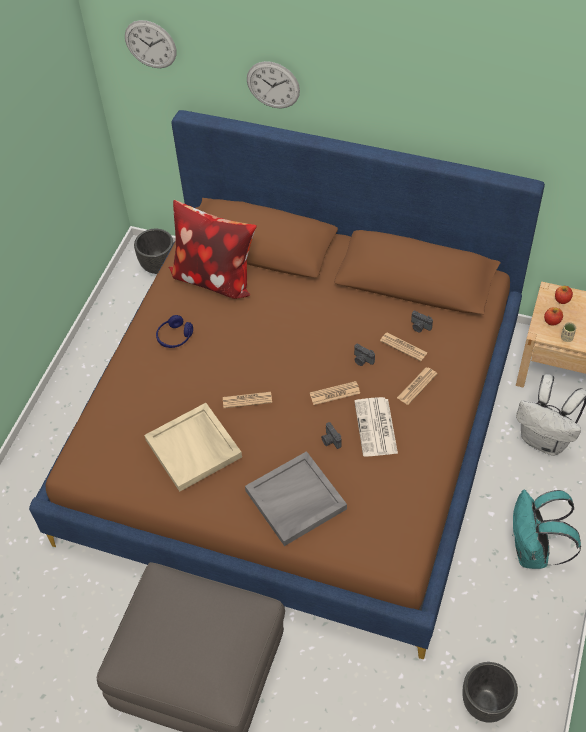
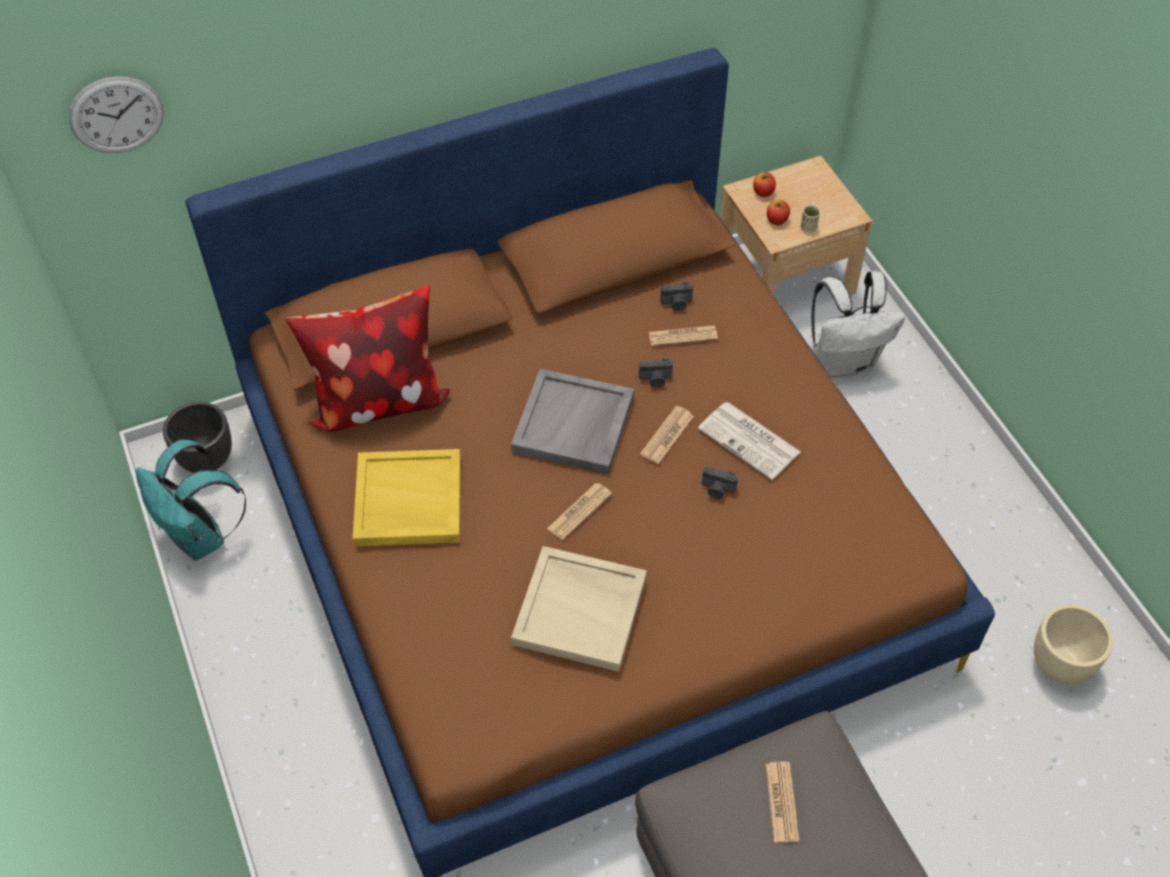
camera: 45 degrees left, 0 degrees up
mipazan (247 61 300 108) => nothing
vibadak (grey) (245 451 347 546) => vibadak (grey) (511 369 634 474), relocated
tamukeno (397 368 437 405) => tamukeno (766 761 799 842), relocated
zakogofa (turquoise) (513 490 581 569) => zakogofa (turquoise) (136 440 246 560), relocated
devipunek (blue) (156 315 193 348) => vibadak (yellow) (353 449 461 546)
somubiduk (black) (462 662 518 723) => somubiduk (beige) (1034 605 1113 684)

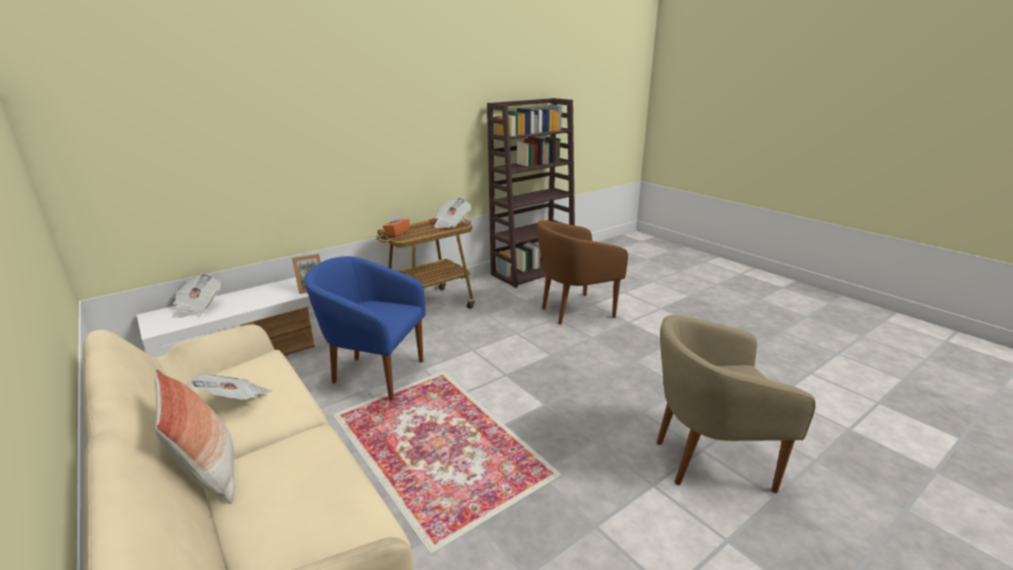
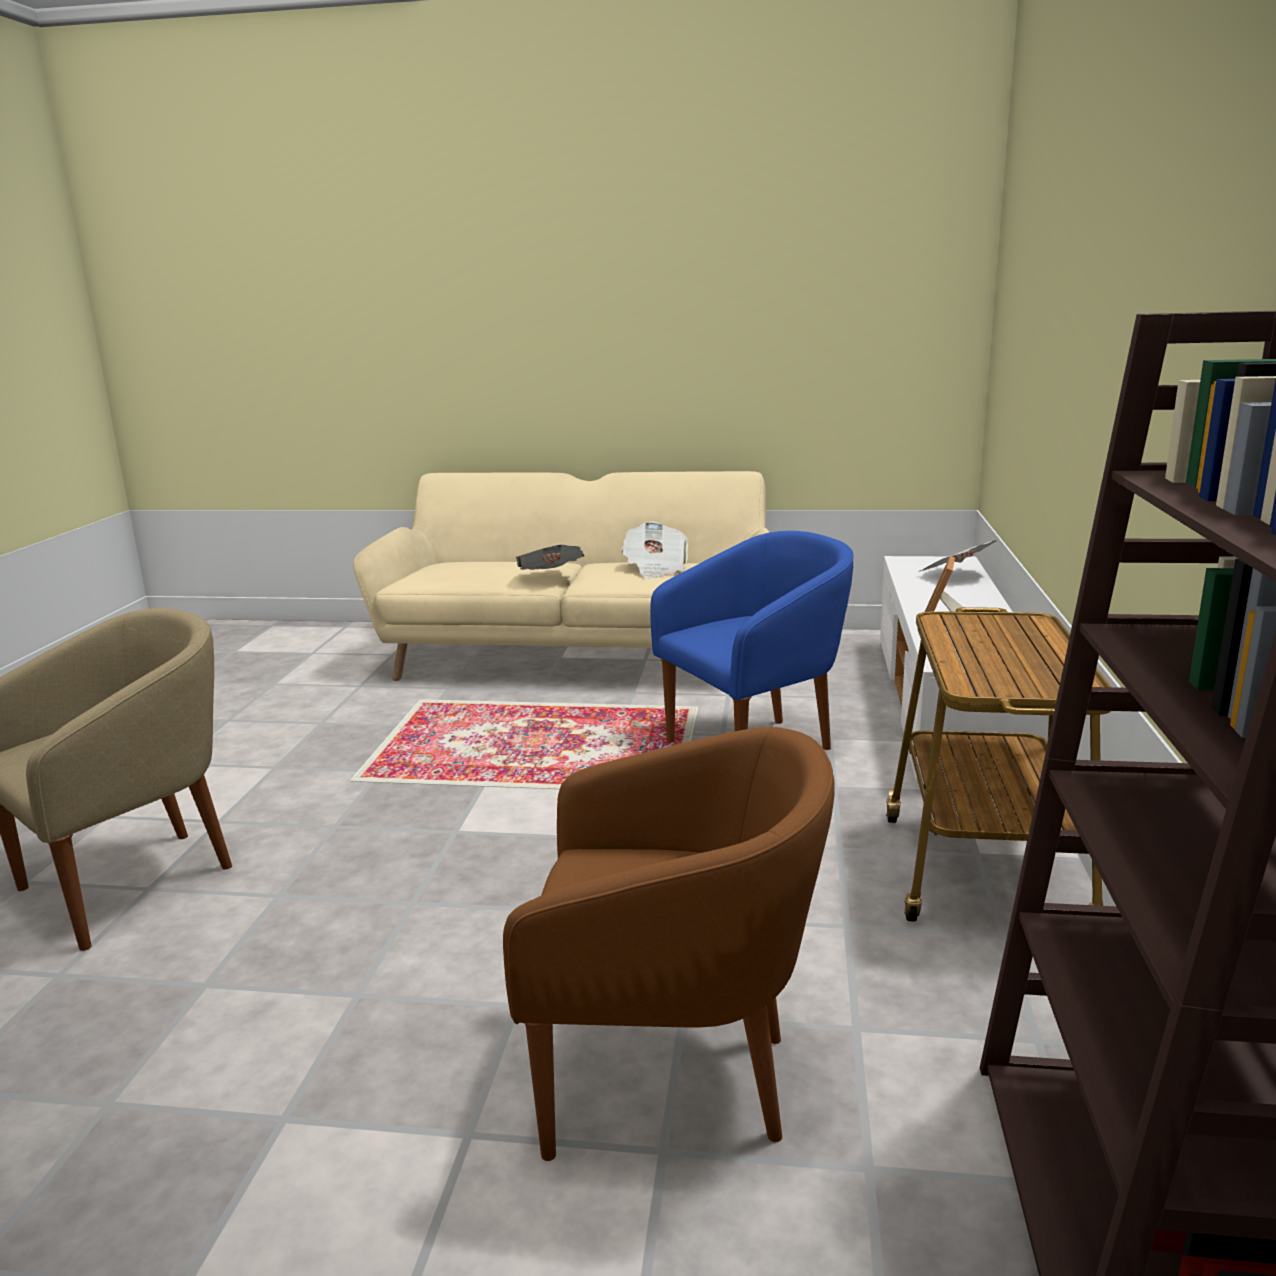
camera: 135 degrees right, 5 degrees down
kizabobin (155 369 234 504) => nothing
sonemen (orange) (383 214 410 237) => nothing
tamukeno (434 197 471 228) => tamukeno (516 545 584 570), relocated
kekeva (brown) (537 220 628 324) => kekeva (brown) (503 727 835 1161), 75 degrees clockwise

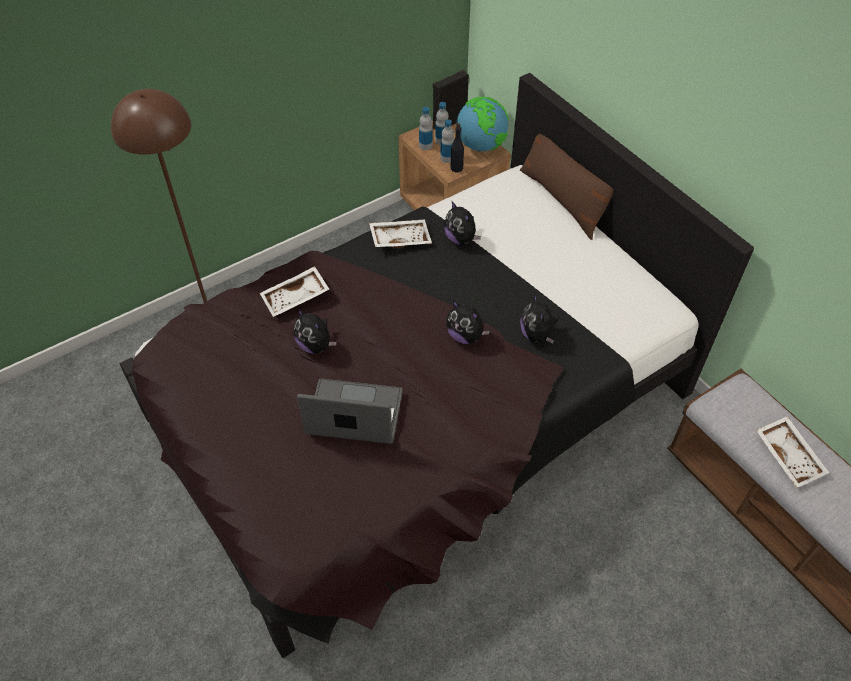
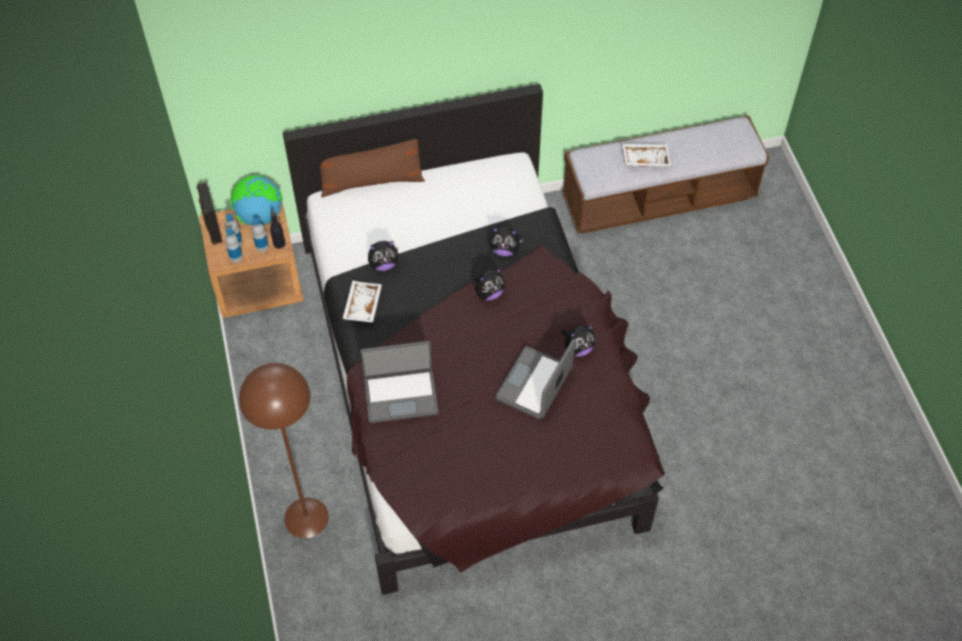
camera: 70 degrees left, 5 degrees up
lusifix (294 309 337 354) => lusifix (562 325 596 357), relocated
vibadak (white) (260 266 330 317) => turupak (360 341 438 423)

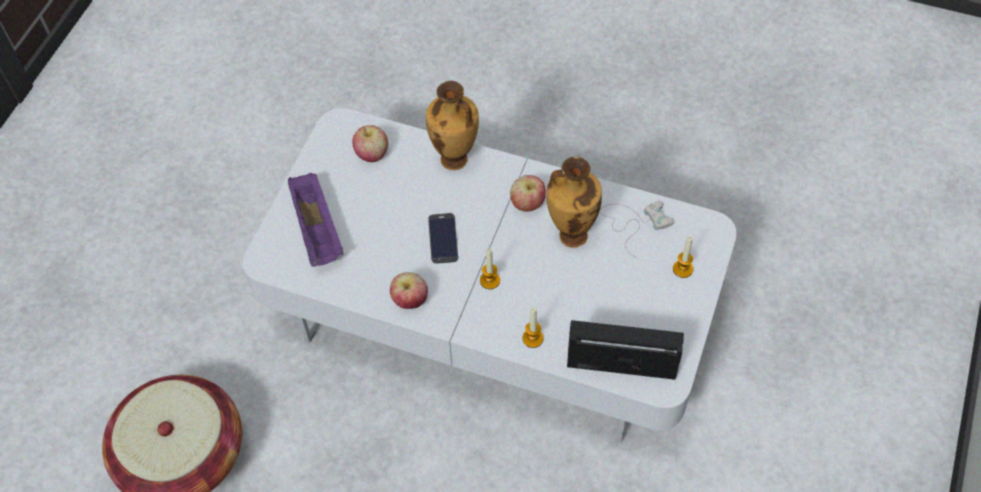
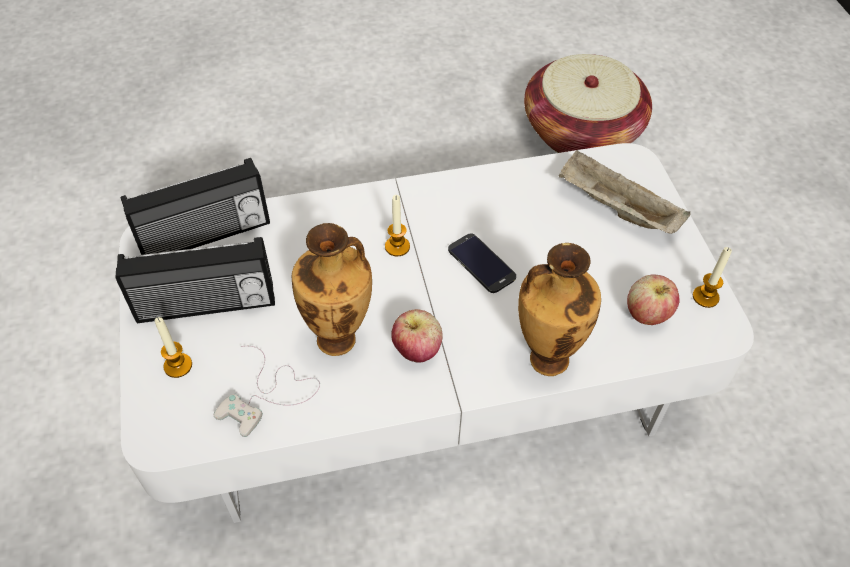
camera: 145 degrees right, 5 degrees down
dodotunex (390 272 428 309) => nothing
nothing => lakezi (115 237 275 323)
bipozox (523 307 543 348) => bipozox (693 247 732 308), relocated
vibadak (purple) (288 173 343 267) => vibadak (beige) (558 150 690 234)

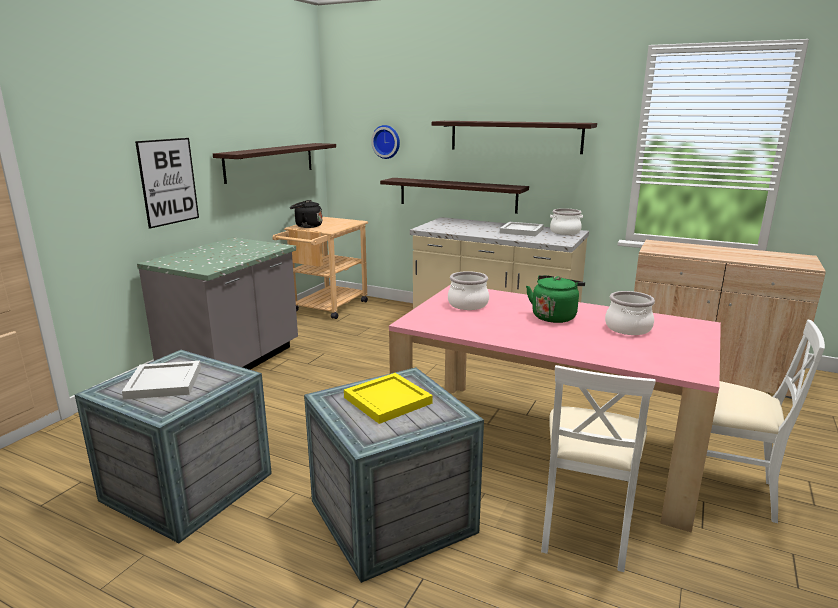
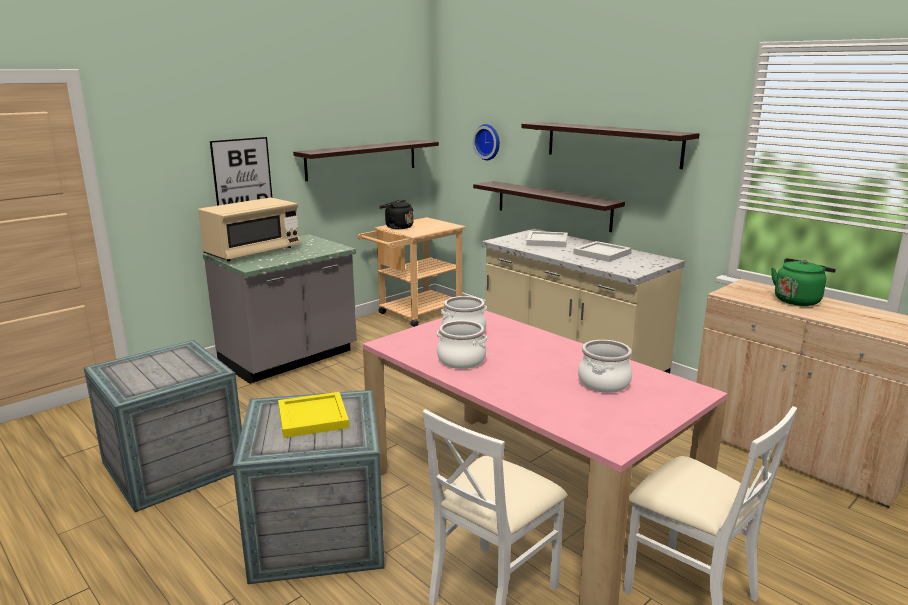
camera: 20 degrees right, 0 degrees up
nothing => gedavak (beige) (198 198 301 261)
vibadak (white) (122 361 201 400) => vibadak (white) (526 231 567 247), relocated
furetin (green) (526 275 585 323) => furetin (green) (771 258 836 306), relocated
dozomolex (550 208 583 235) => dozomolex (437 320 487 369), relocated

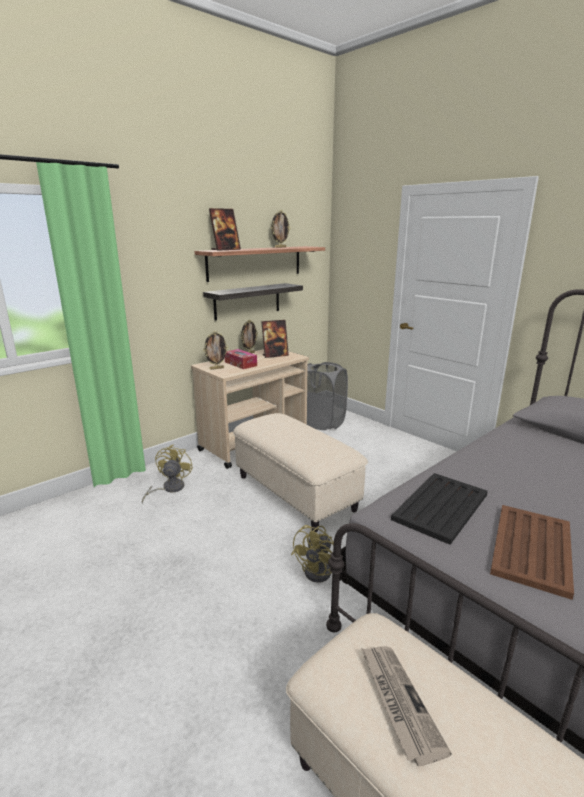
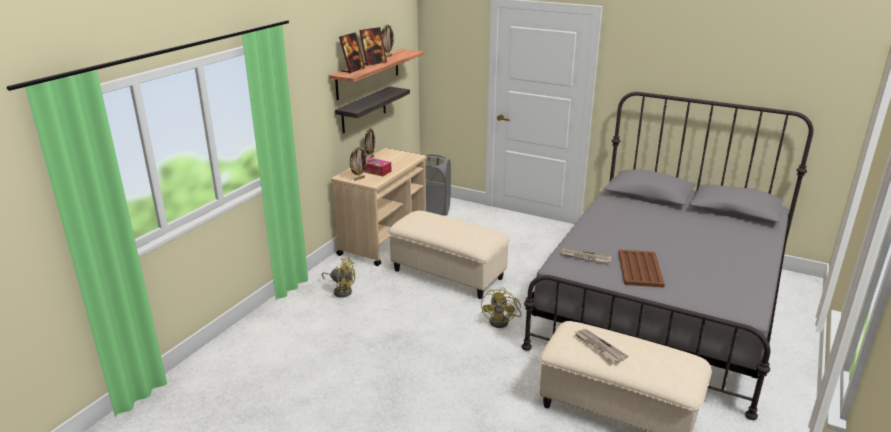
camera: 20 degrees left, 5 degrees up
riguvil (261 320 289 358) => riguvil (359 27 387 66), relocated
vibadak (black) (391 473 488 545) => tamukeno (561 248 612 263)
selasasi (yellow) (142 444 193 504) => selasasi (yellow) (322 258 355 298), 120 degrees clockwise

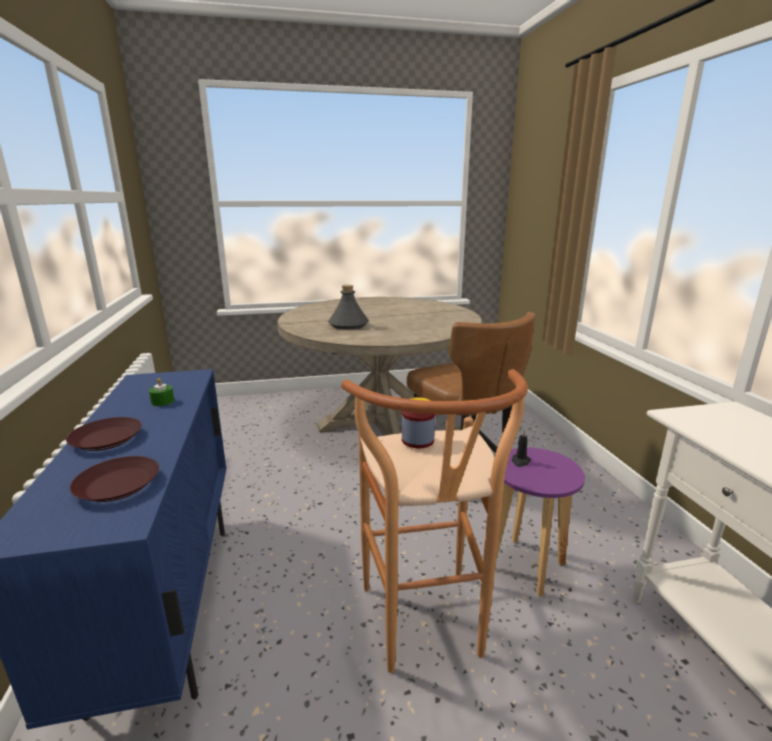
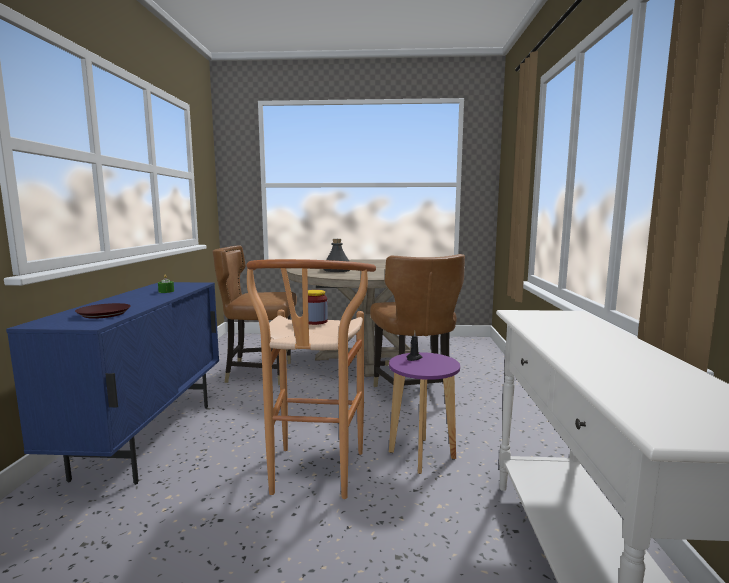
camera: 15 degrees right, 10 degrees down
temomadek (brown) (66 417 142 451) => nothing
nothing => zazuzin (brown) (212 245 297 385)

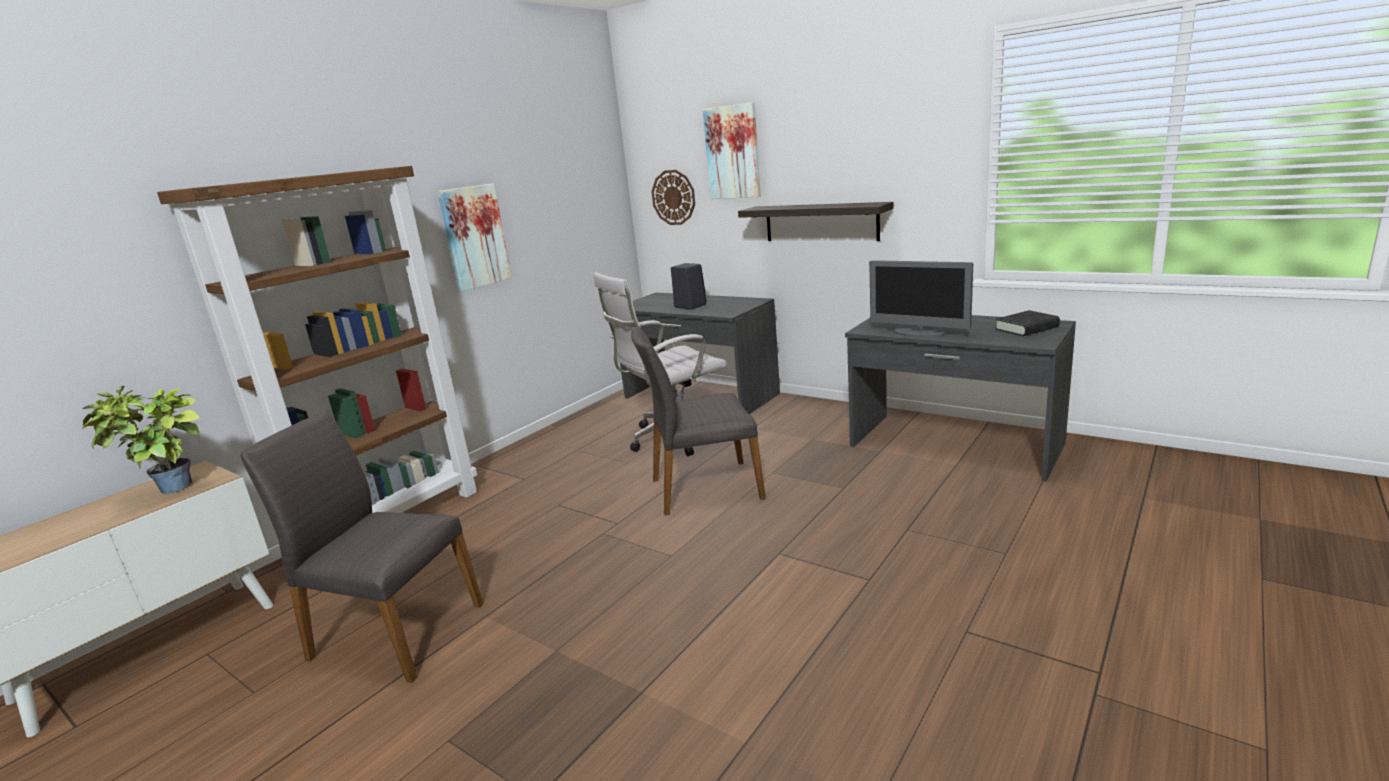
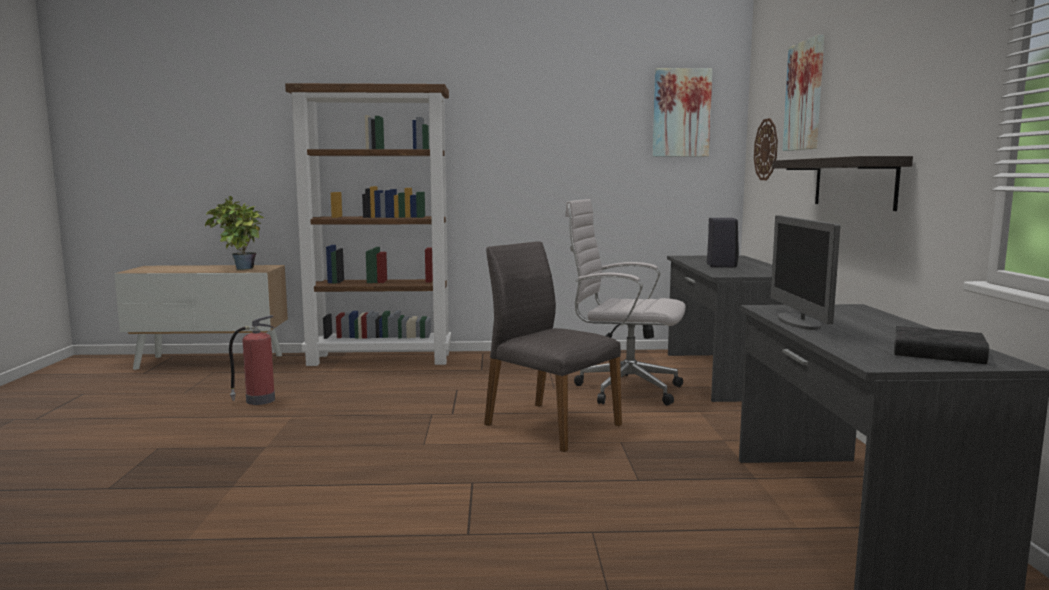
camera: 50 degrees right, 10 degrees down
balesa (437 183 512 292) => balesa (652 68 712 157), relocated
zazuzin (grey) (240 412 483 683) => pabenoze (229 315 275 405)

